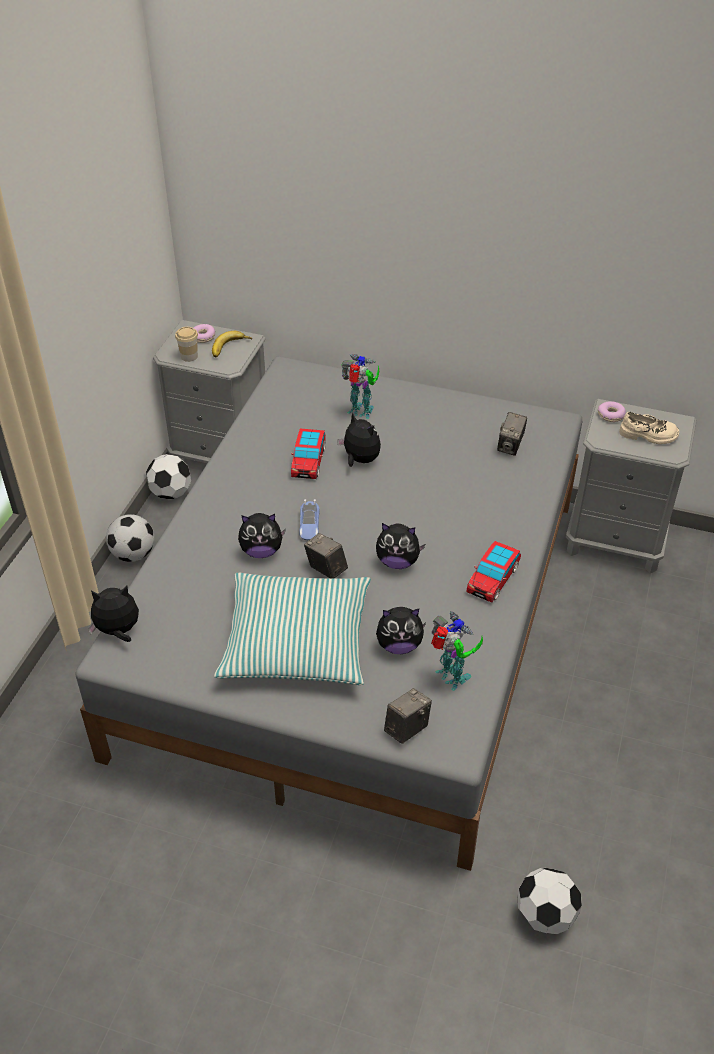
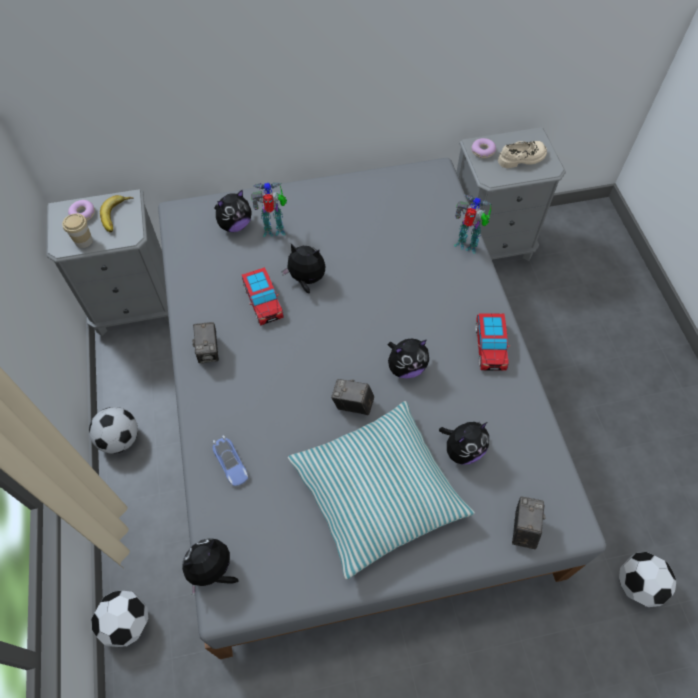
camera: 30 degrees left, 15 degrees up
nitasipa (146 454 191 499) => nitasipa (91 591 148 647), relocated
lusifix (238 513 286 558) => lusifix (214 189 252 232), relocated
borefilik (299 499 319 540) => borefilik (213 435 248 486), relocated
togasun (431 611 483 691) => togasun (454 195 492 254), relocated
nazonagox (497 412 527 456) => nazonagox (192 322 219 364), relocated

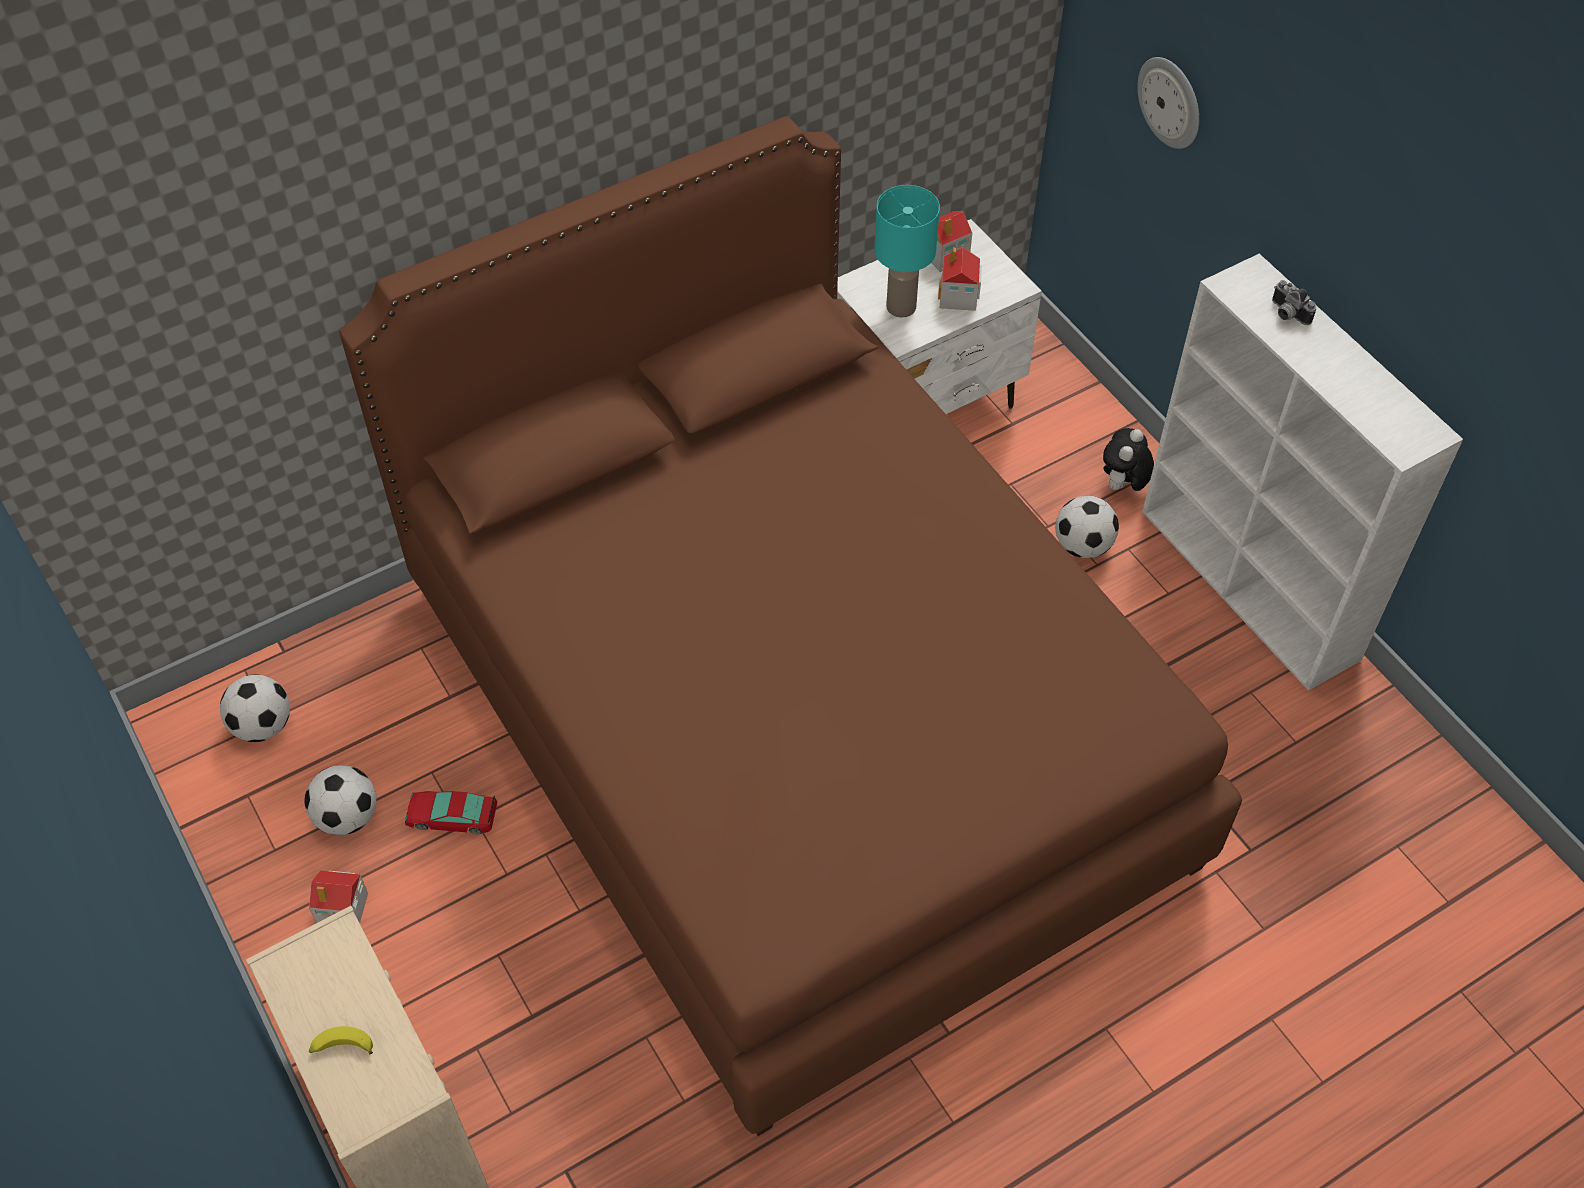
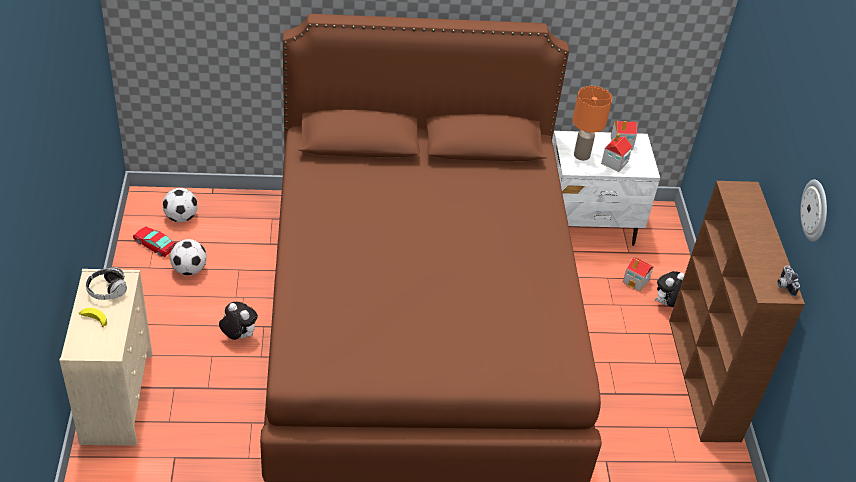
camera: 25 degrees right, 10 degrees down
nitasipa (1055 496 1119 558) => nothing
nothing => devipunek (86 267 127 300)
nothing => lusifix (219 302 258 340)
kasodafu (309 871 368 923) => kasodafu (623 257 653 291), relocated
borefilik (405 791 497 835) => borefilik (133 226 176 257), relocated
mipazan (1137 57 1199 149) => mipazan (800 179 827 242), relocated
nazonagox (1272 280 1317 325) => nazonagox (777 265 800 296), relocated
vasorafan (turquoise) (874 185 940 318) => vasorafan (orange) (573 86 612 161)
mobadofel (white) (1142 254 1463 691) => mobadofel (brown) (669 181 805 442)

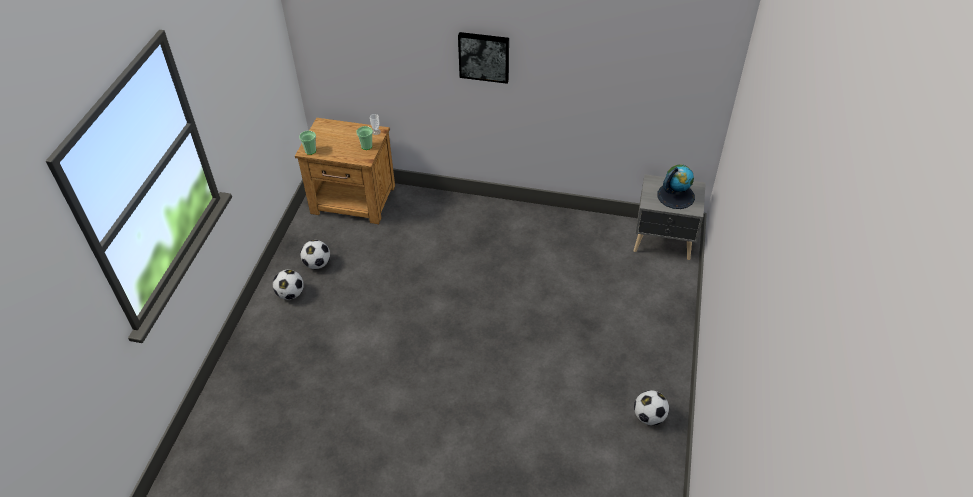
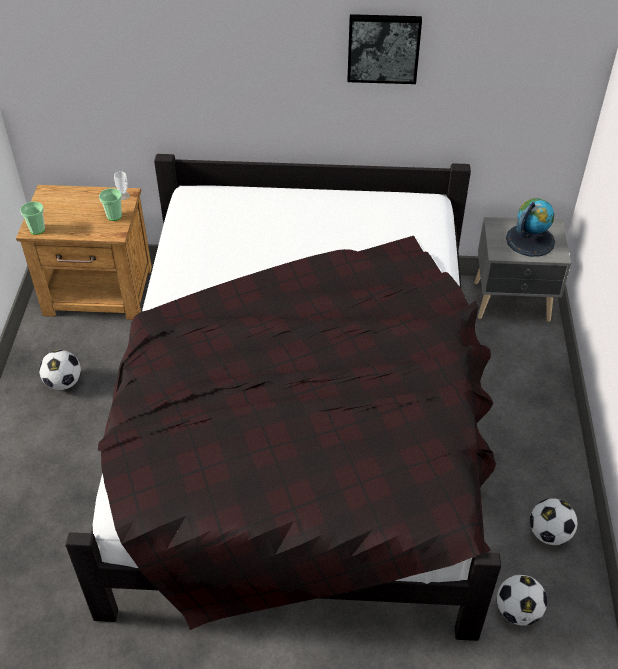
camera: 10 degrees left, 0 degrees up
nothing => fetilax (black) (65 154 501 641)
nitasipa (273 270 304 300) => nitasipa (497 575 547 626), relocated
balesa (458 32 509 84) => balesa (347 14 422 84), relocated

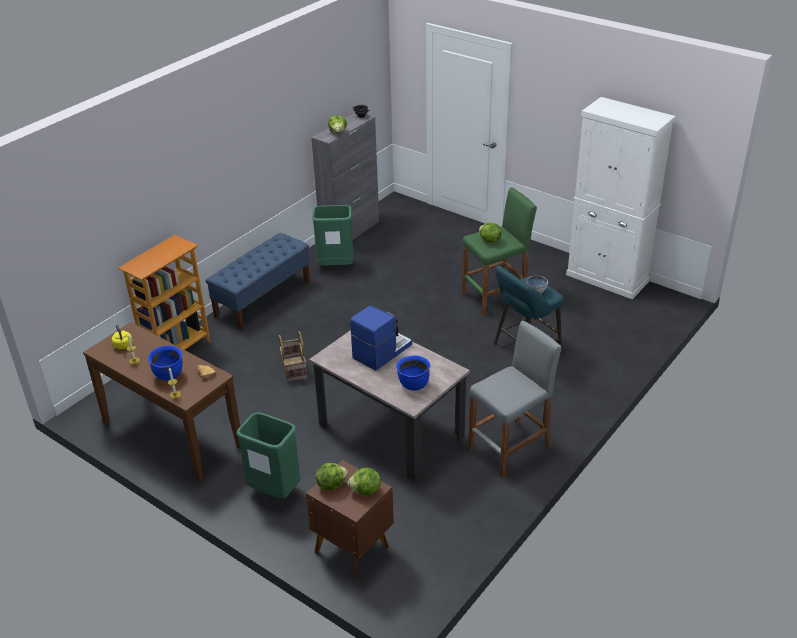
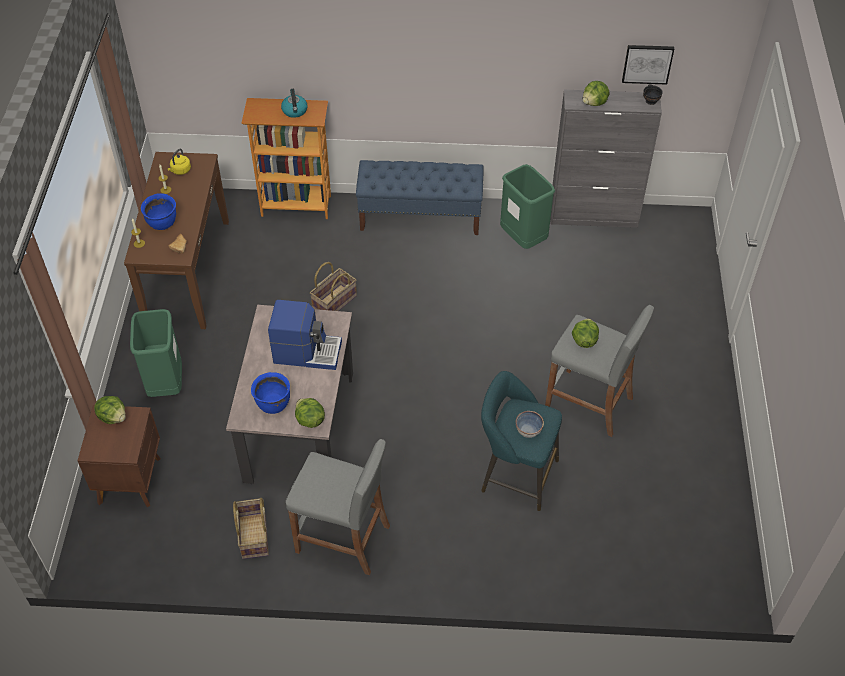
camera: 55 degrees right, 15 degrees up
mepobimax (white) (566 97 676 299) => nothing
nothing => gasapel (233 498 269 559)
nothing => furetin (281 89 307 118)
nothing => balesa (622 45 674 85)
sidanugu (347 468 381 496) => sidanugu (295 398 325 428), relocated
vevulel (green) (462 187 537 316) => vevulel (grey) (545 305 654 437)

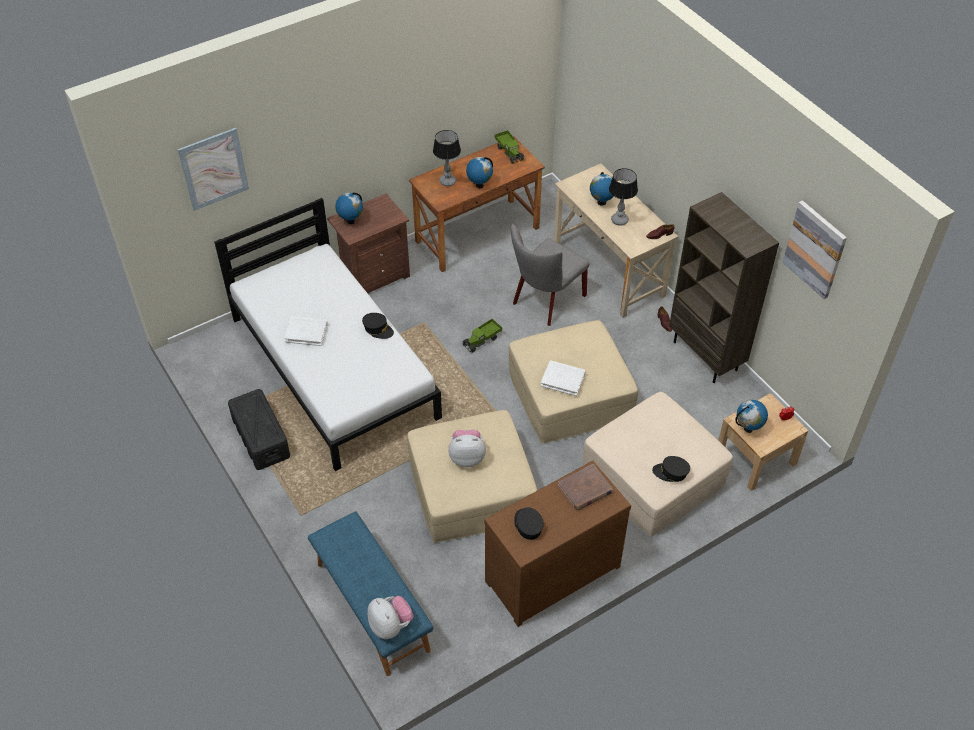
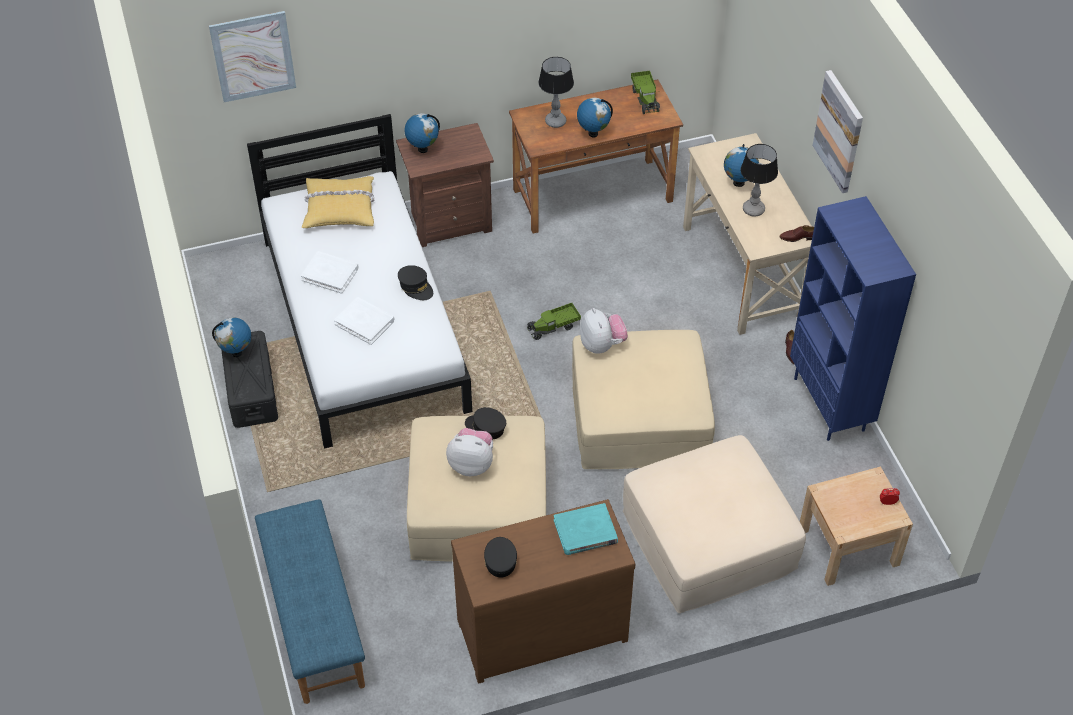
camera: 15 degrees right, 0 degrees up
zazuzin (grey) (511 223 590 326) => nothing
nothing => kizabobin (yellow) (302 176 374 228)
lusifix (367 596 414 639) => lusifix (580 308 628 354), relocated
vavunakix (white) (541 360 585 396) => vavunakix (white) (334 297 394 345), relocated
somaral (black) (652 456 690 482) => somaral (black) (465 407 506 439), relocated
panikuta (735 400 768 433) => panikuta (212 317 251 357), relocated
balesa (783 200 847 299) => balesa (813 70 863 193), relocated
vavunakix (brown) (558 464 613 510) => vavunakix (turquoise) (554 503 618 555)
mobadofel (brown) (669 192 779 383) => mobadofel (blue) (790 196 916 441)

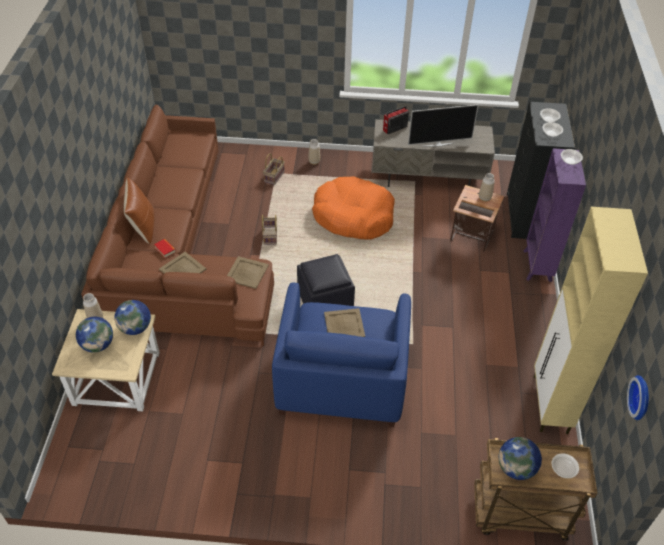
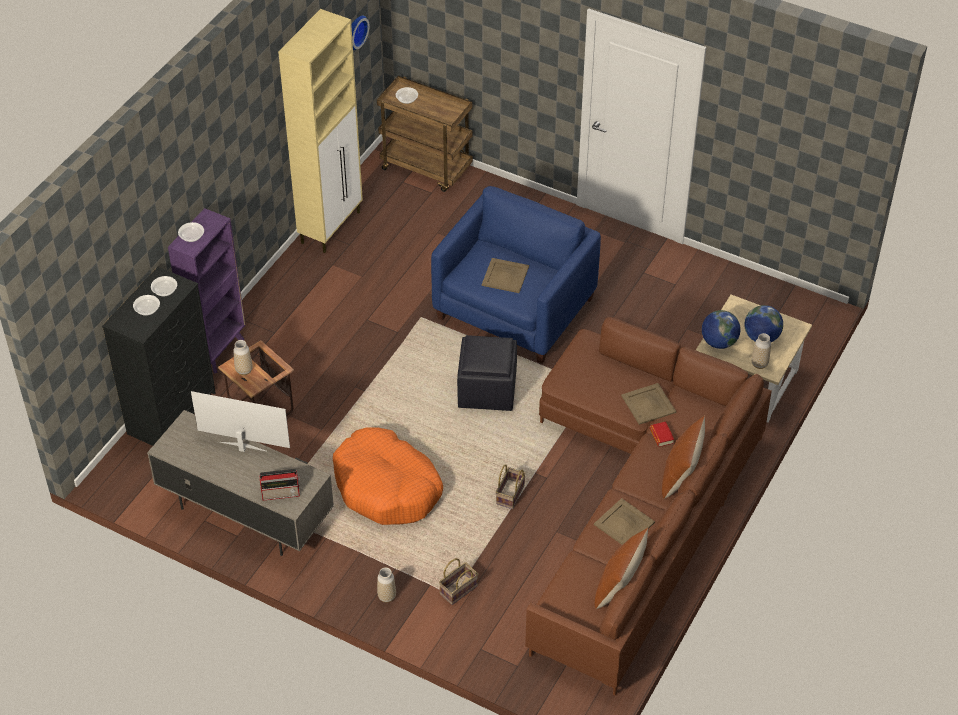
camera: 155 degrees left, 0 degrees up
panikuta (499 437 542 480) => nothing
nothing => kizabobin (brown) (595 528 648 609)
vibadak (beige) (227 256 269 289) => vibadak (beige) (594 498 655 545), relocated

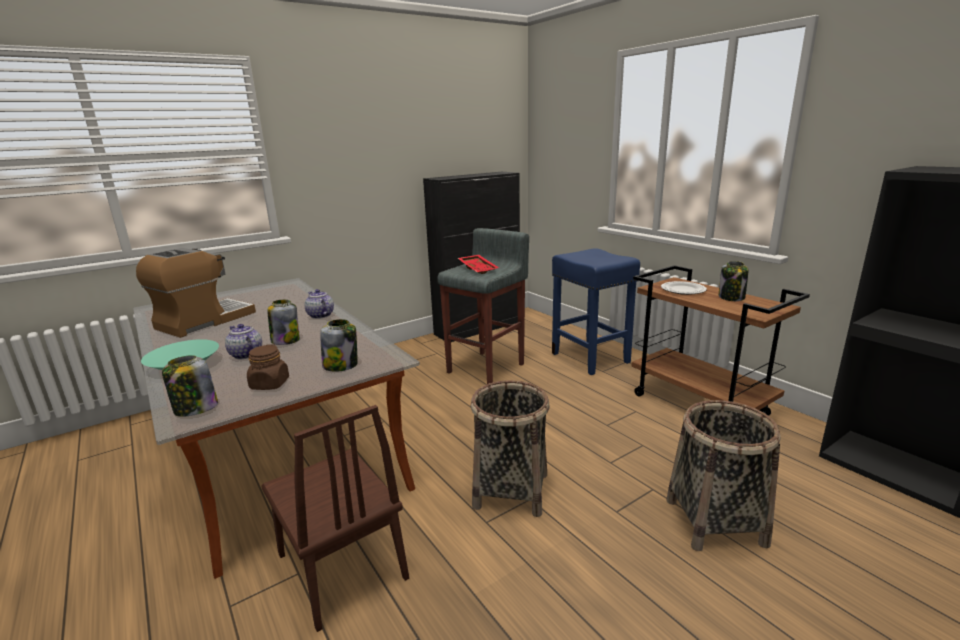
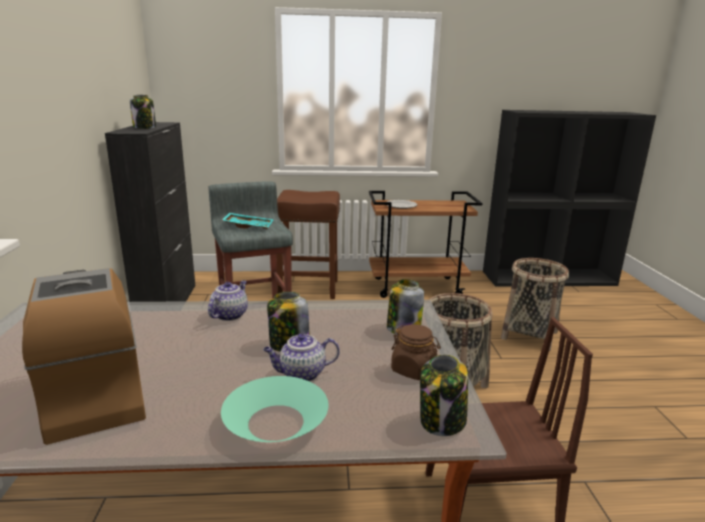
camera: 60 degrees left, 0 degrees up
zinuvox (719 261 748 301) => zinuvox (130 95 156 129), relocated
vibadak (red) (458 255 499 274) => vibadak (turquoise) (222 213 274 229)
vevulel (blue) (552 248 640 375) => vevulel (brown) (277 190 340 299)
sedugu (305 289 334 319) => sedugu (208 280 248 321), 120 degrees clockwise

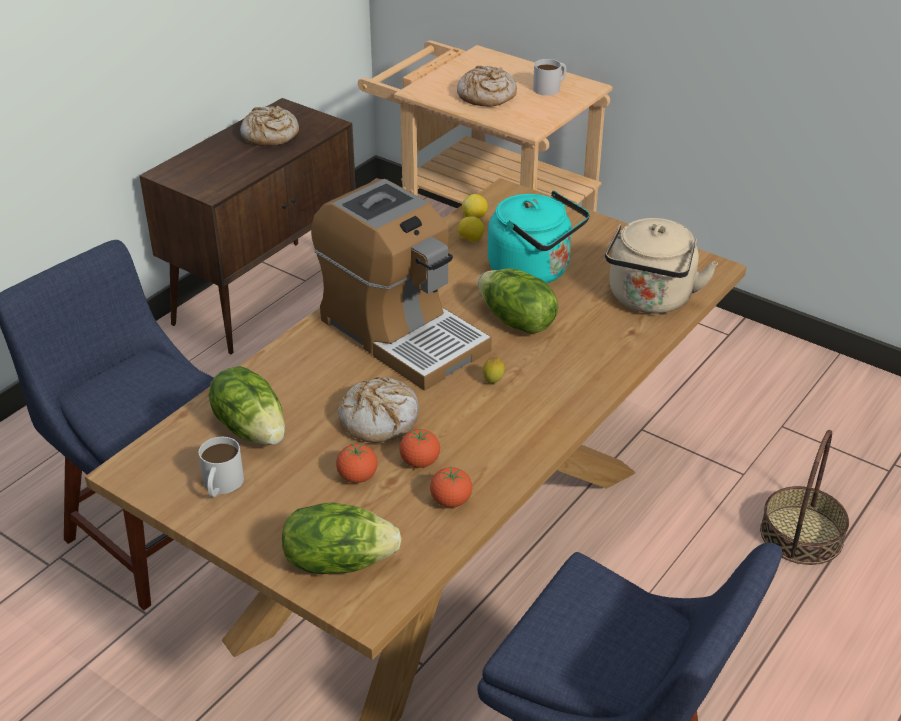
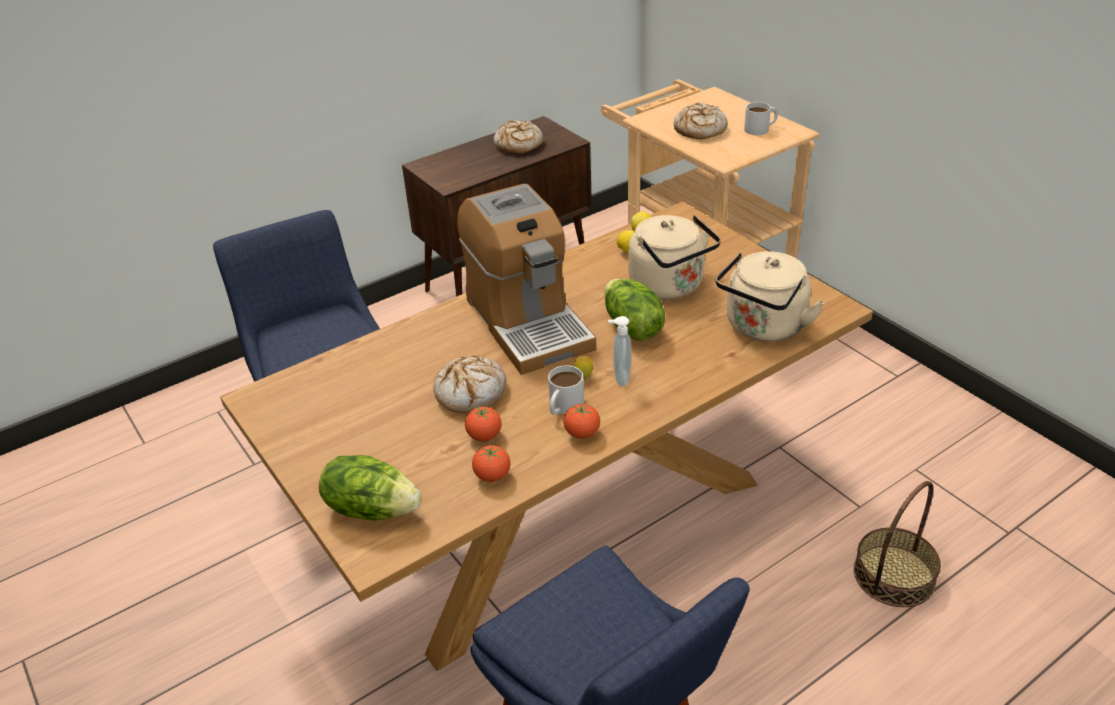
camera: 20 degrees right, 0 degrees up
sidanugu (209 366 285 445) => nothing
nothing => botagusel (608 316 632 386)
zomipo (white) (199 437 244 497) => zomipo (white) (548 365 584 415), relocated
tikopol (336 444 378 483) => tikopol (564 403 600 439), relocated
furetin (turquoise) (488 191 590 283) => furetin (beige) (628 215 721 300)

